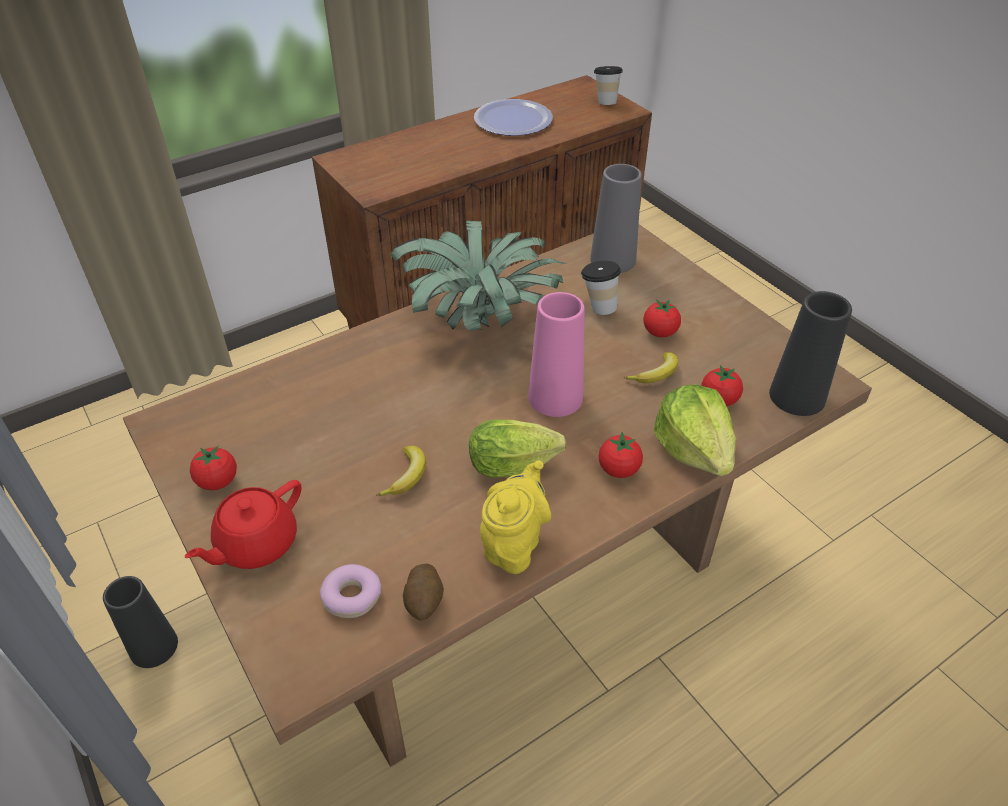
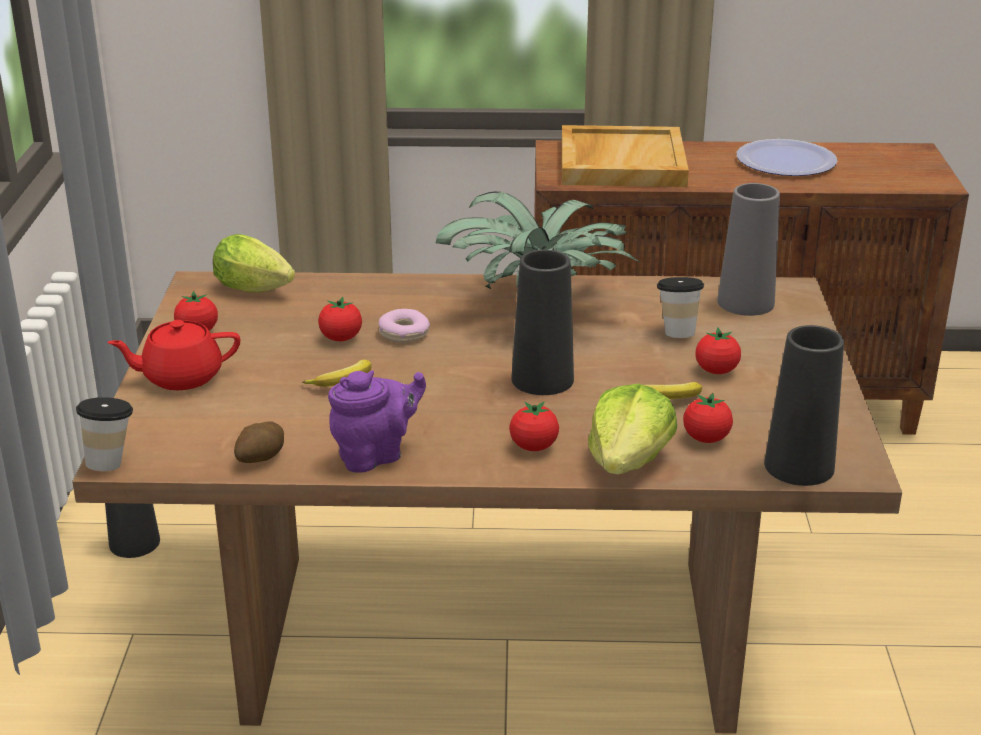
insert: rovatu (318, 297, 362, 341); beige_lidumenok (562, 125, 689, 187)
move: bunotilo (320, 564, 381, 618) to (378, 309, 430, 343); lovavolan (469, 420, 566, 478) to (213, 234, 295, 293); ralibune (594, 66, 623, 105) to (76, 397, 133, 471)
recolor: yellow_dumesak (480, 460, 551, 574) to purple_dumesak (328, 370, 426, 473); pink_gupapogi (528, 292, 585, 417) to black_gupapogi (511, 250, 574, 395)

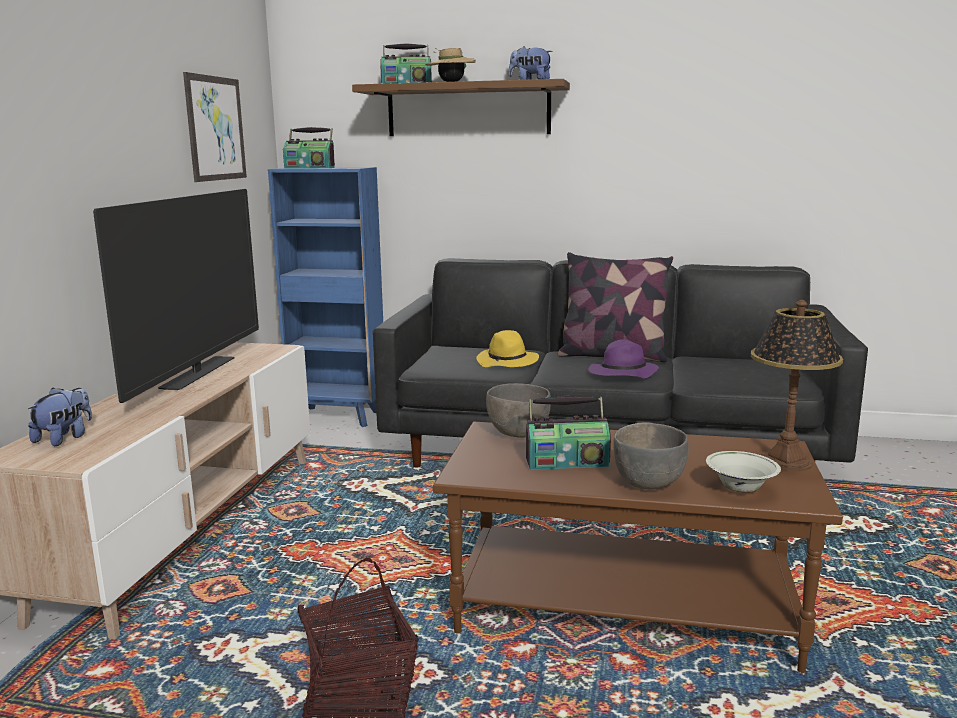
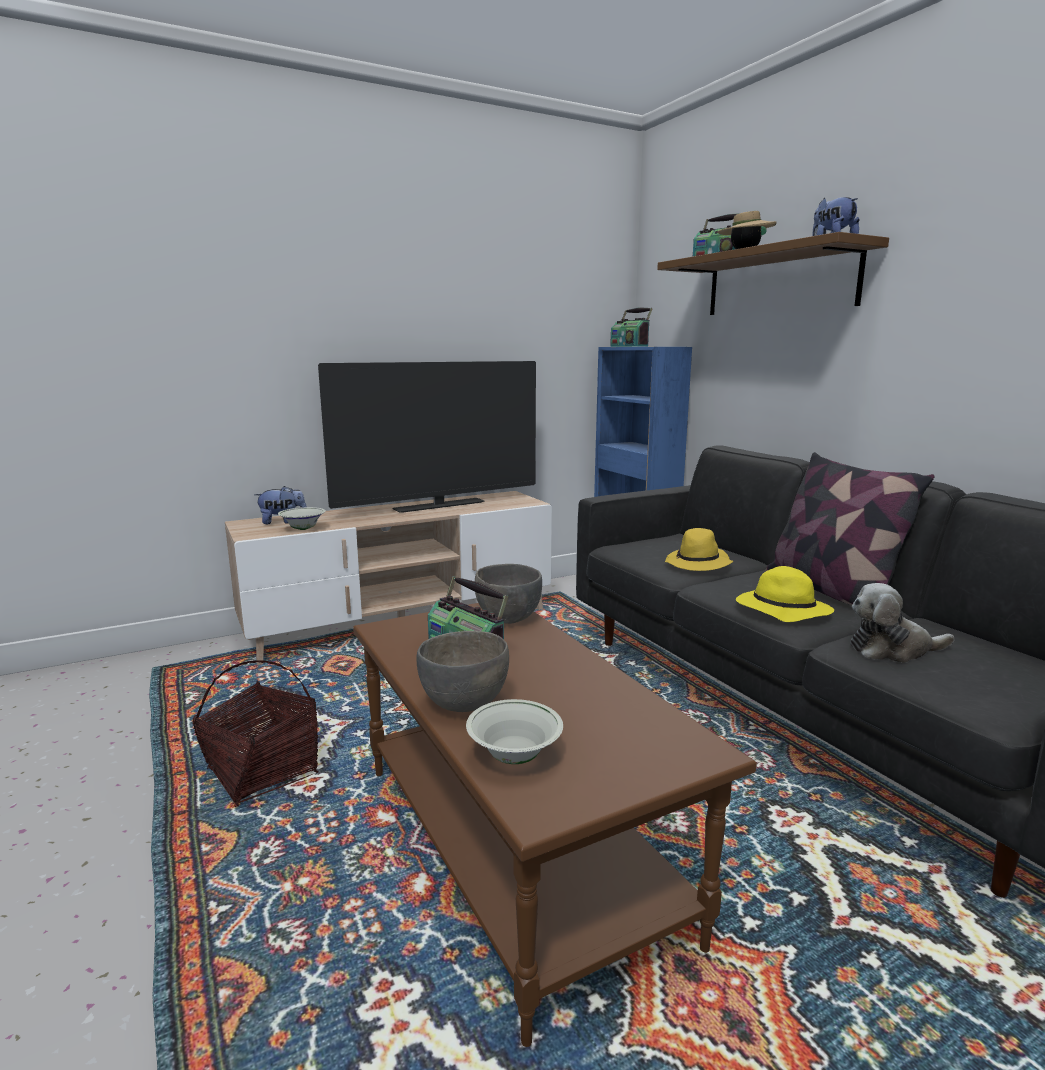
delete: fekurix (183, 72, 247, 182); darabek (751, 300, 843, 472)
insert: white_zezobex (278, 507, 326, 530); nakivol (850, 583, 954, 663)
recolor: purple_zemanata (588, 340, 659, 379) to yellow_zemanata (736, 566, 834, 622)

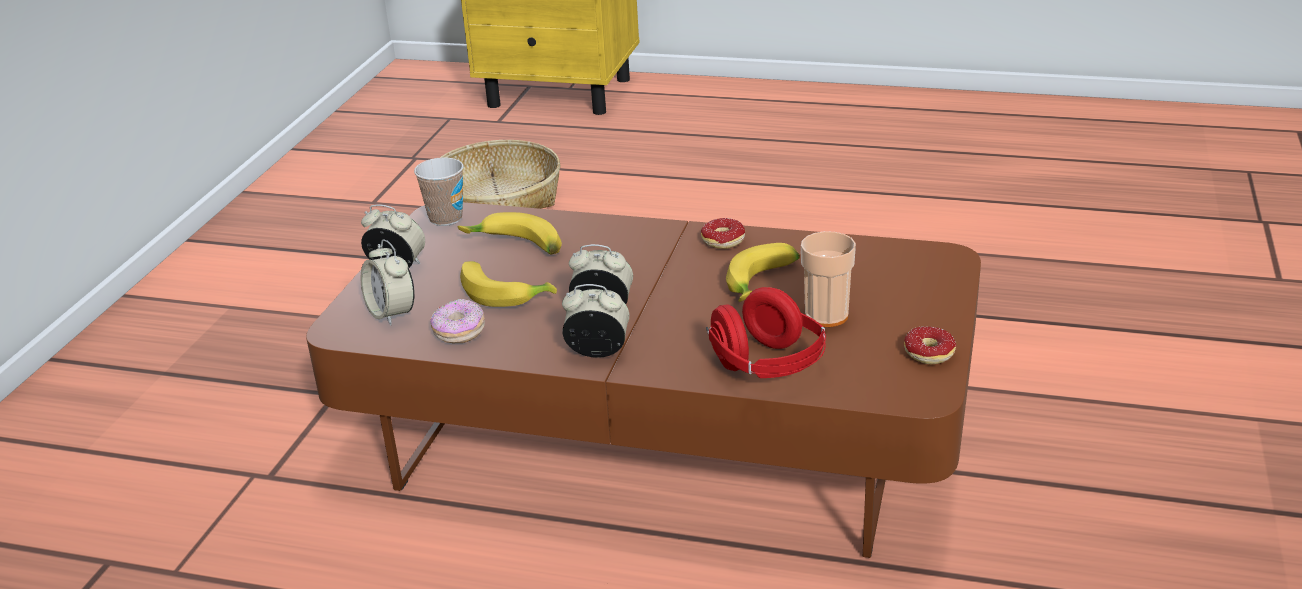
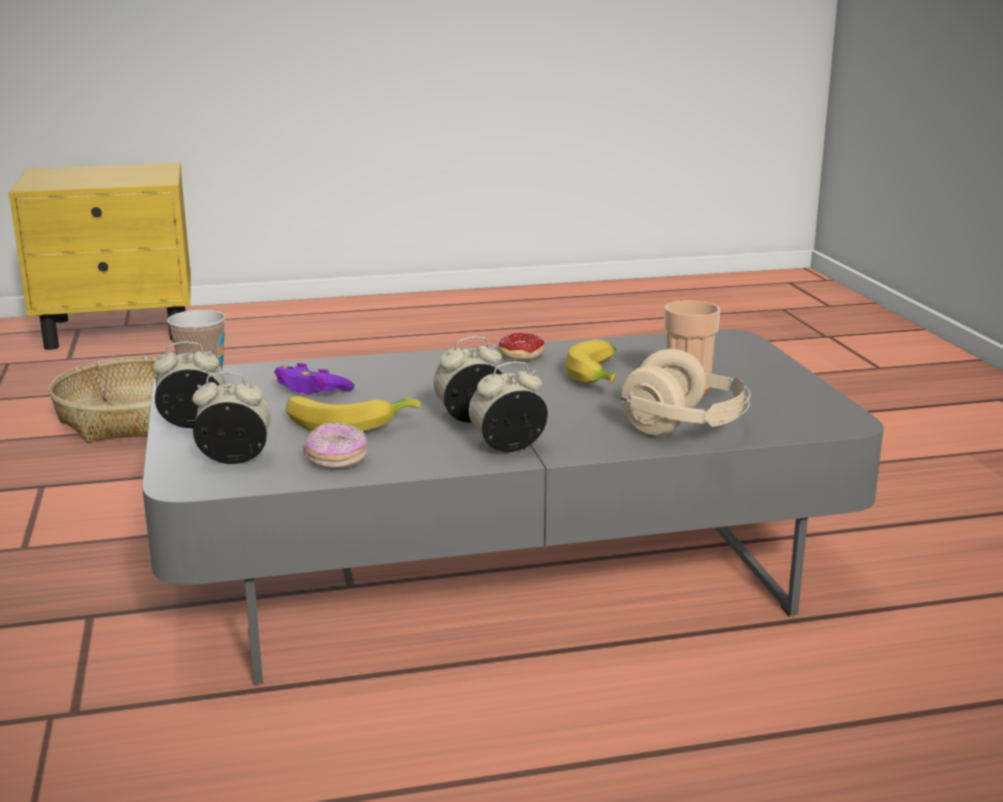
delete: bunotilo (904, 326, 956, 364)
replace: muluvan (458, 212, 562, 255) to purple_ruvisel (274, 363, 355, 394)
recolor: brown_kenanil (306, 202, 981, 558) to grey_kenanil (142, 329, 884, 684); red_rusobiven (706, 287, 826, 378) to beige_rusobiven (621, 349, 750, 436)
rotate: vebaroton (361, 239, 415, 325) = (192, 372, 271, 464) 150 degrees clockwise

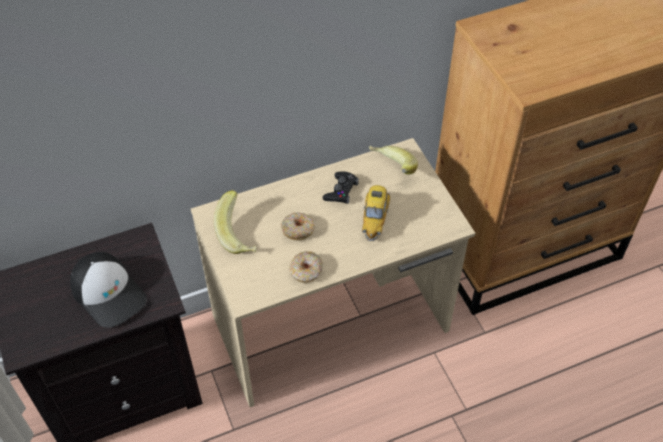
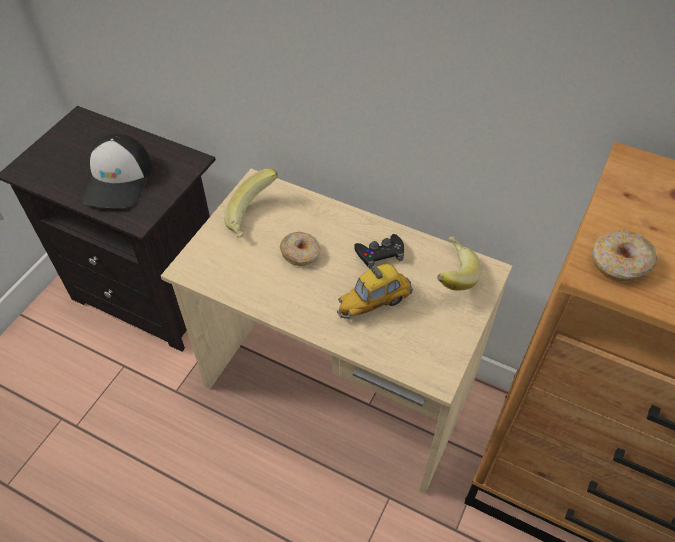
move: bunotilo (289, 251, 323, 283) to (592, 230, 657, 281)

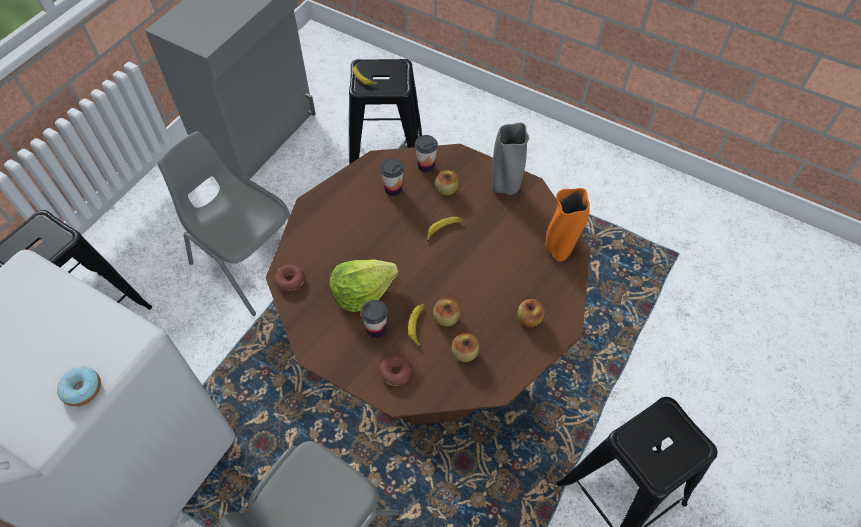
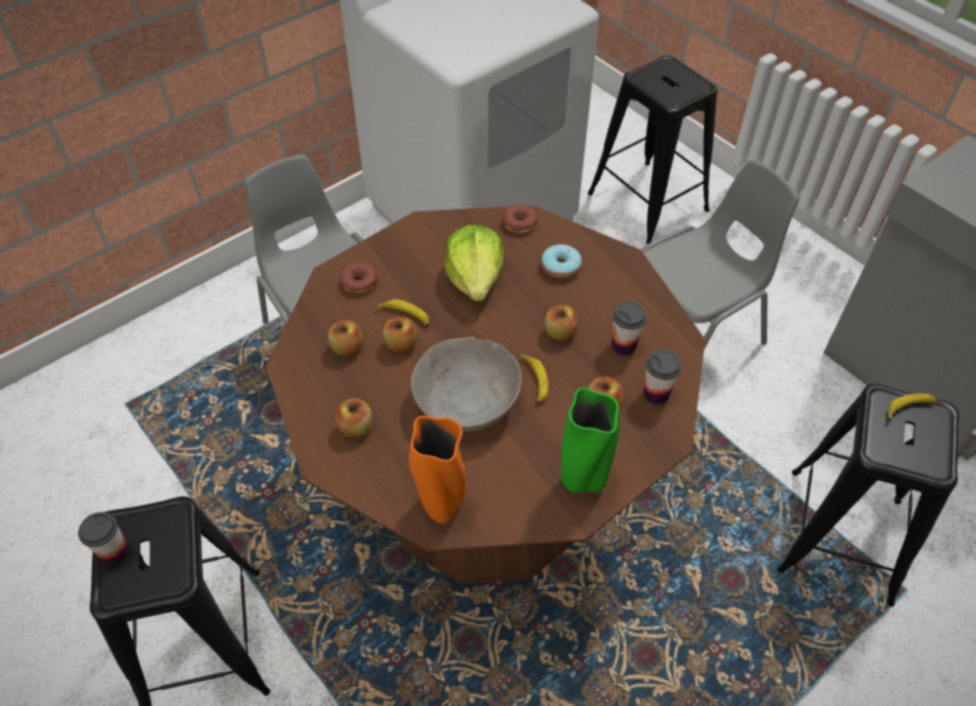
insert: grey_zezobex (411, 337, 522, 432); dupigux (545, 305, 579, 341)
move: bunotilo (57, 367, 101, 406) to (541, 244, 582, 279); ralibune (361, 300, 388, 338) to (78, 512, 129, 565)
recolor: grey_gupapogi (492, 123, 529, 195) to green_gupapogi (561, 388, 620, 493)

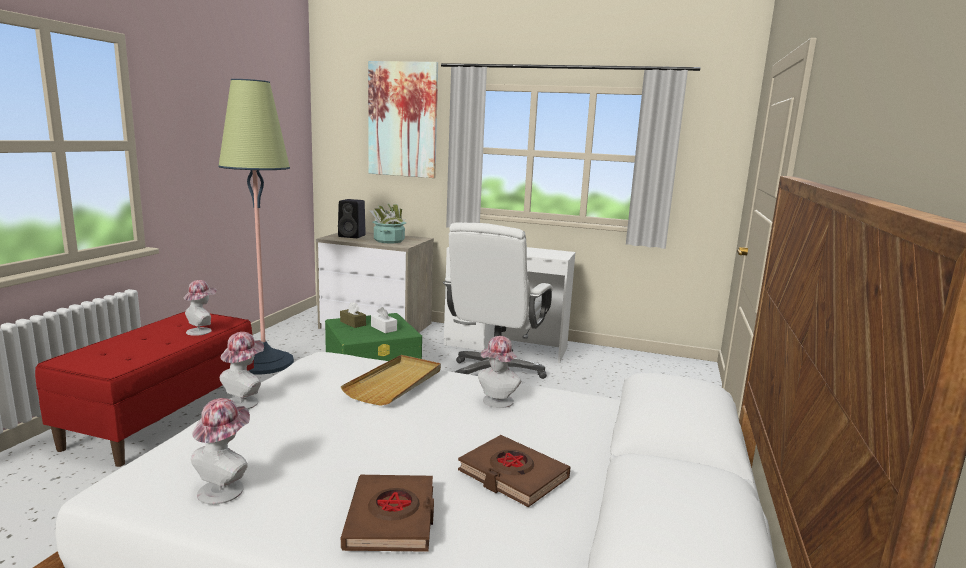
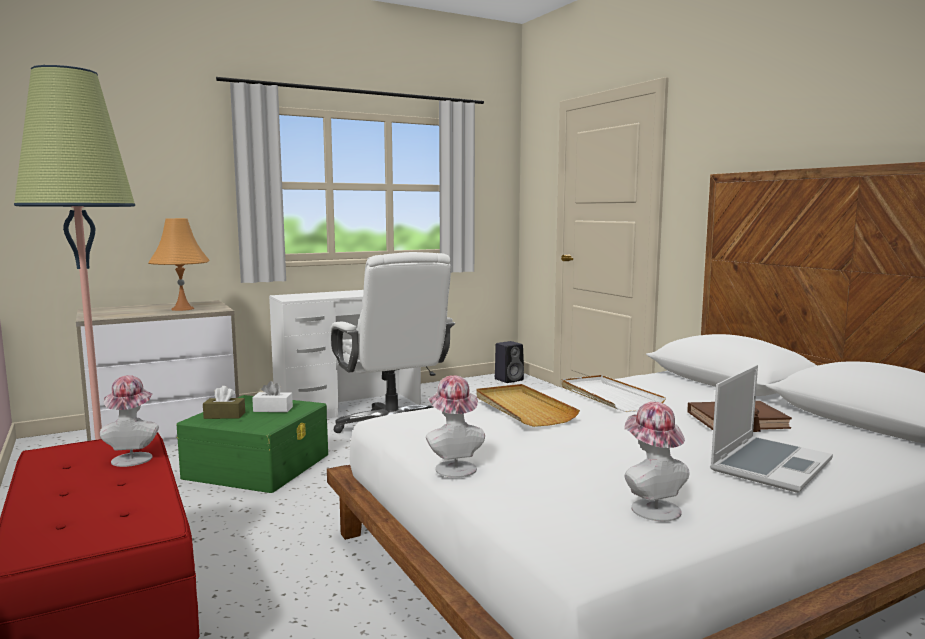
delete: fekurix (368, 61, 438, 178)
move: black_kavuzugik (338, 199, 366, 238) to (495, 341, 524, 383)
replace: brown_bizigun (341, 475, 434, 552) to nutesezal (710, 365, 833, 493); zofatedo (369, 203, 406, 243) to orange_darabek (148, 218, 209, 311); zemanata (478, 336, 521, 408) to white_lidumenok (561, 375, 666, 412)

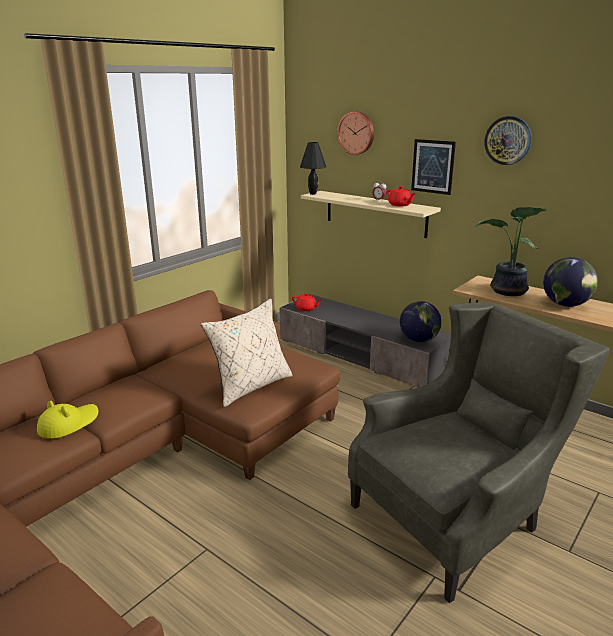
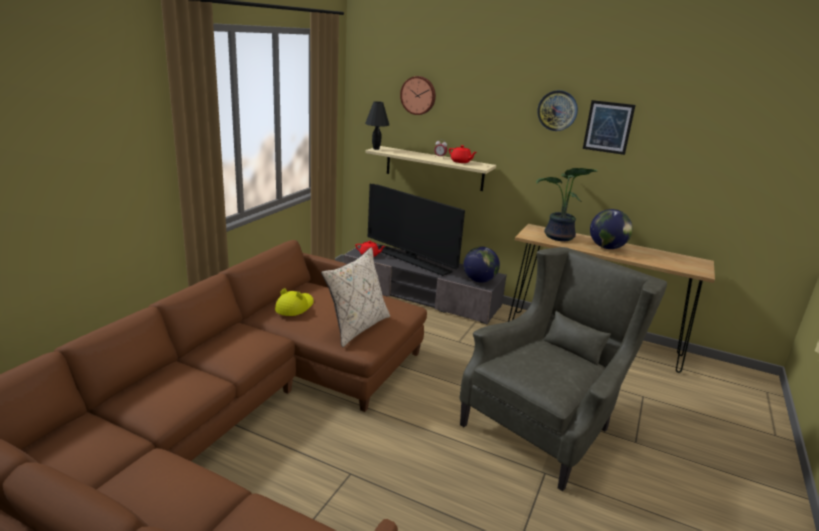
insert: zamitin (368, 184, 465, 276)
move: yellow_zemanata (37, 400, 98, 439) to (275, 288, 314, 316); fekurix (411, 139, 456, 195) to (583, 100, 636, 155)

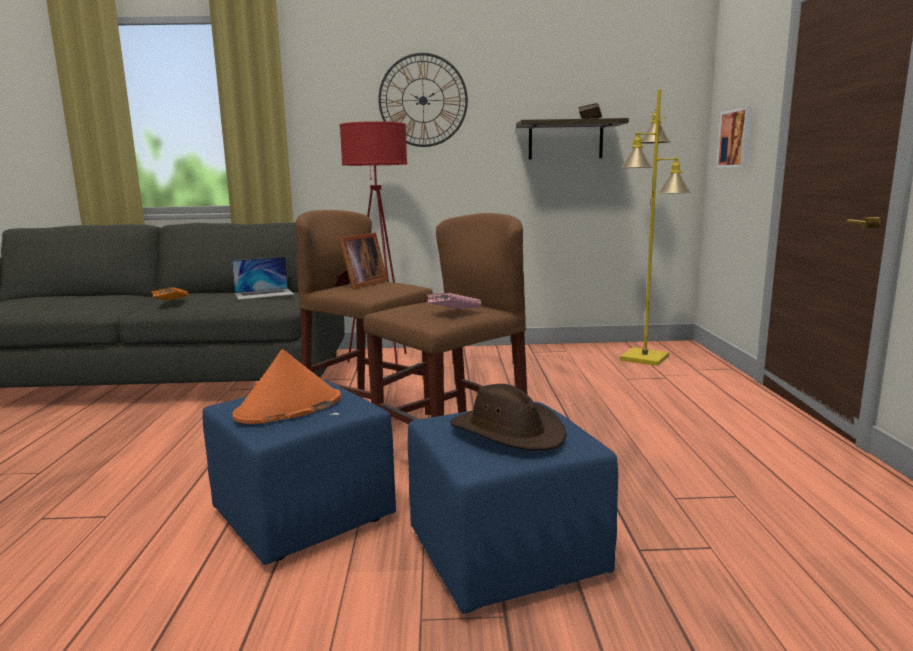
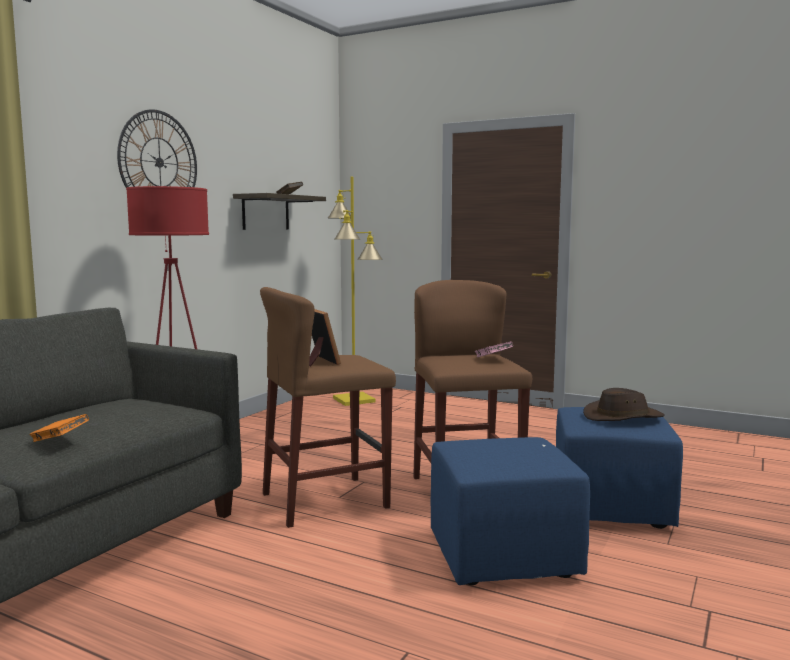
delete: nutesezal (231, 257, 295, 300); orange_zemanata (233, 349, 341, 424); fekurix (716, 107, 754, 168)

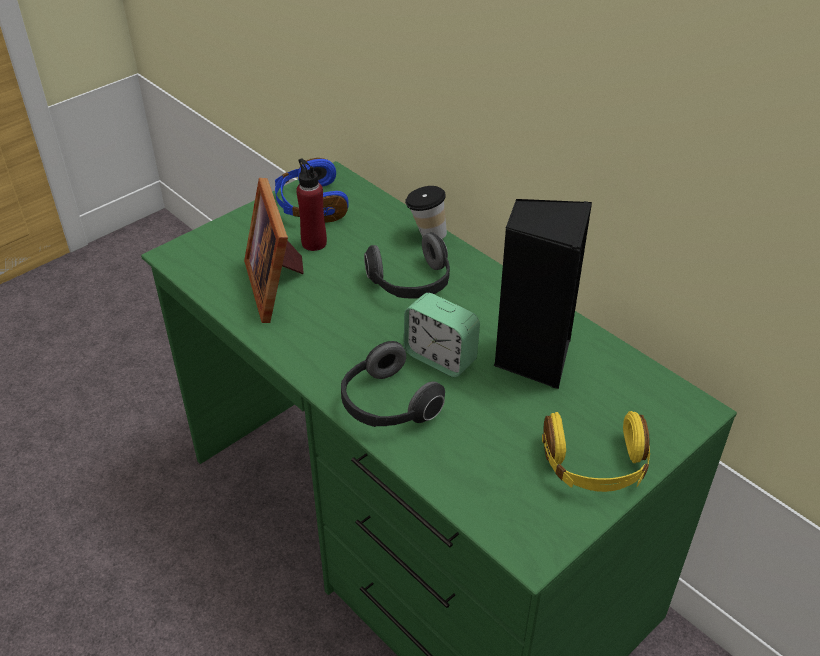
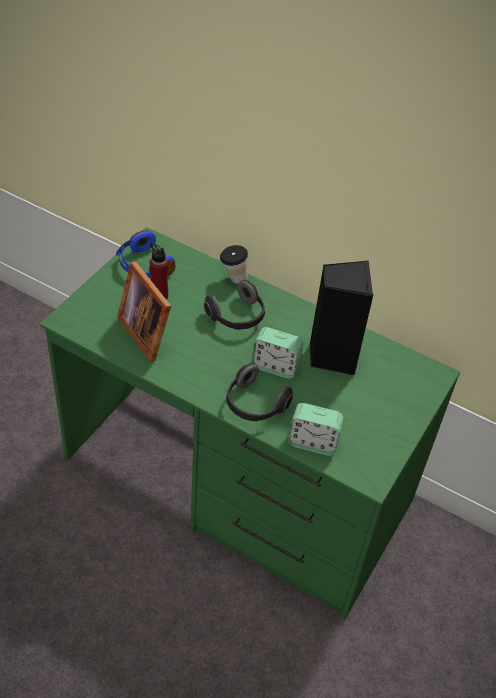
delete: yellow_rusobiven (542, 411, 650, 492)
insert: vebaroton (288, 403, 344, 456)

